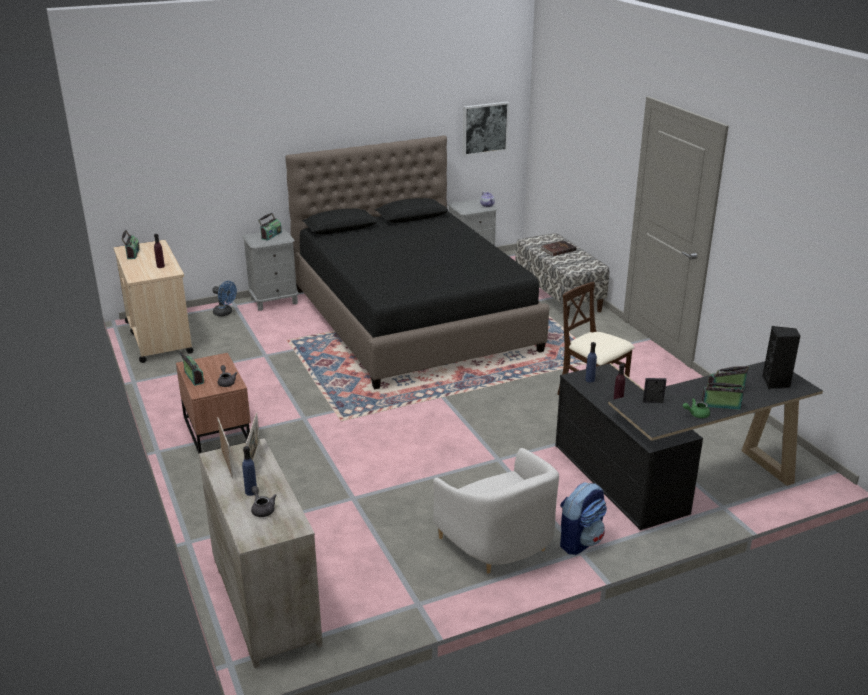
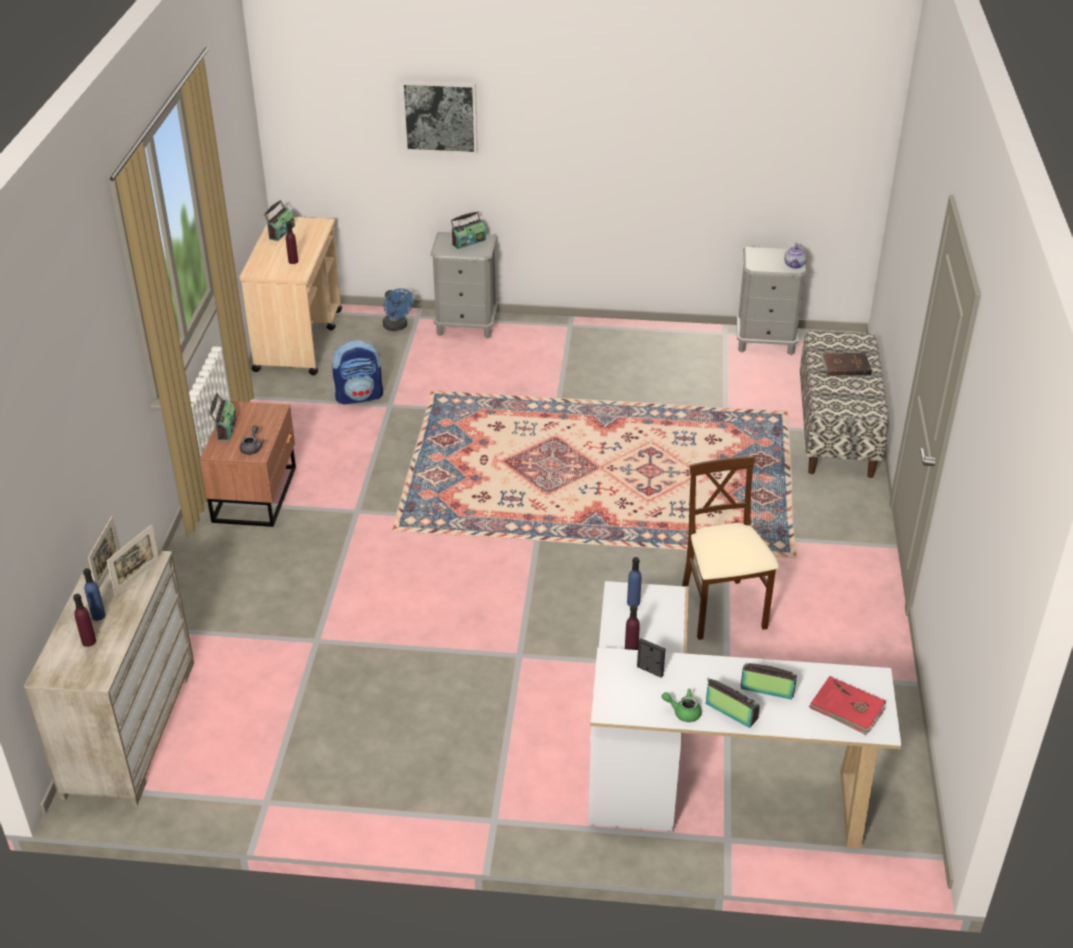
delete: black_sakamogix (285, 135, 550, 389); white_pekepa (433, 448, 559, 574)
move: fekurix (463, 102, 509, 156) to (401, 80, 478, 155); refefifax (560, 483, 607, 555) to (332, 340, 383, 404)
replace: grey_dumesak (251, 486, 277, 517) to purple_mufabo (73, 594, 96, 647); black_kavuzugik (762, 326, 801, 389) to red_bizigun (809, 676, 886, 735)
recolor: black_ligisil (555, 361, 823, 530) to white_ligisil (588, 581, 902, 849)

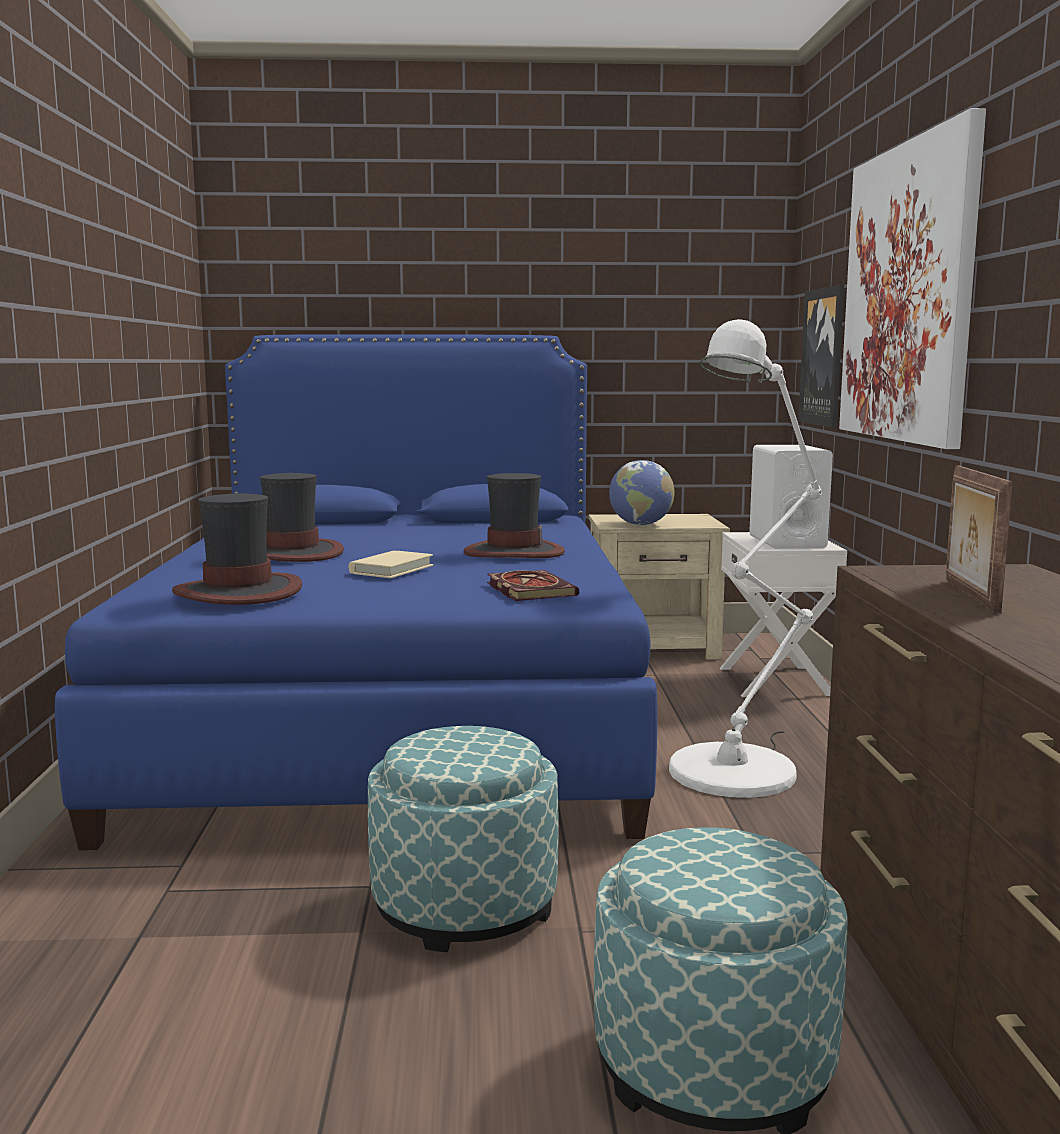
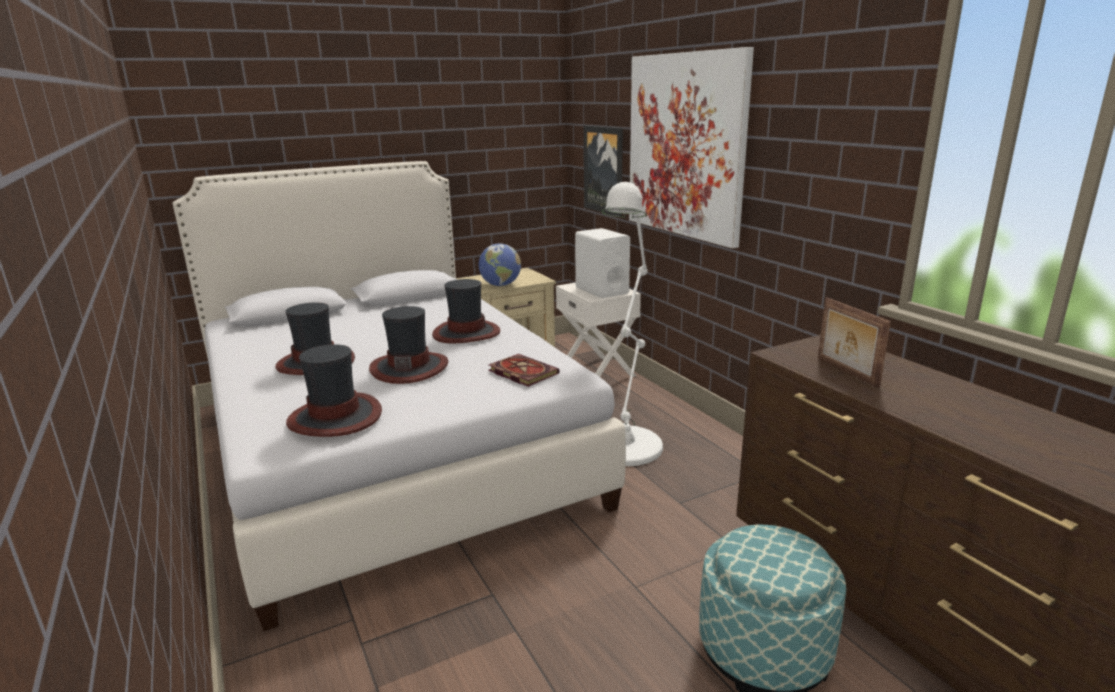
delete: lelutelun (368, 726, 559, 952)
replace: beige_bizigun (349, 551, 433, 578) to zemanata (369, 306, 448, 384)
recolor: blue_sakamogix (55, 334, 657, 850) to white_sakamogix (173, 161, 626, 631)

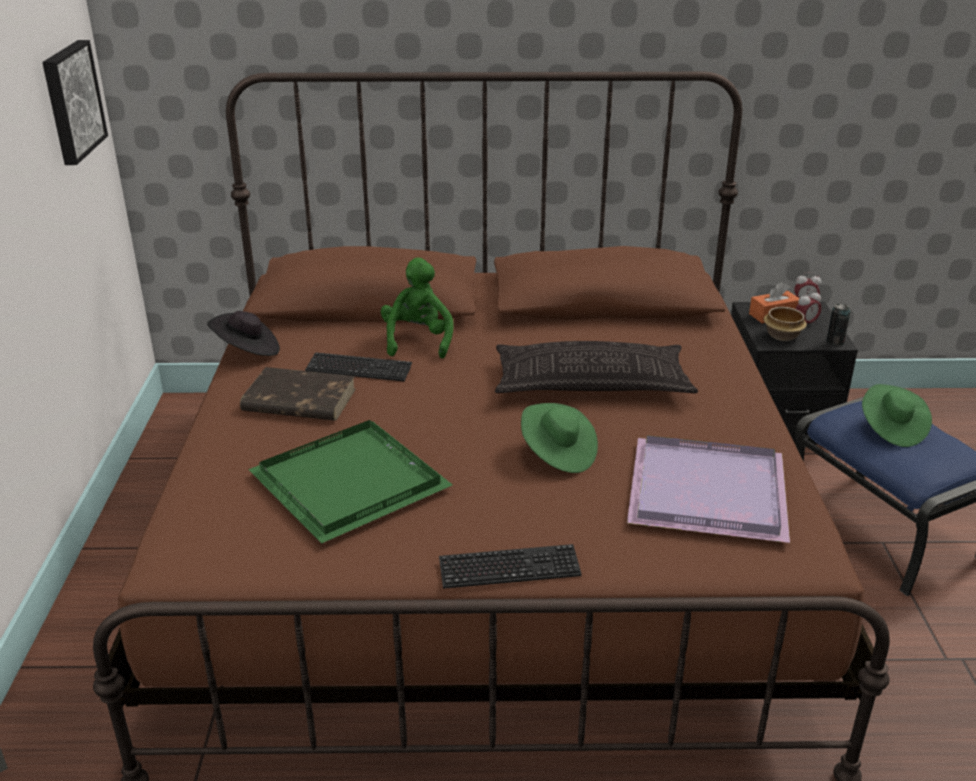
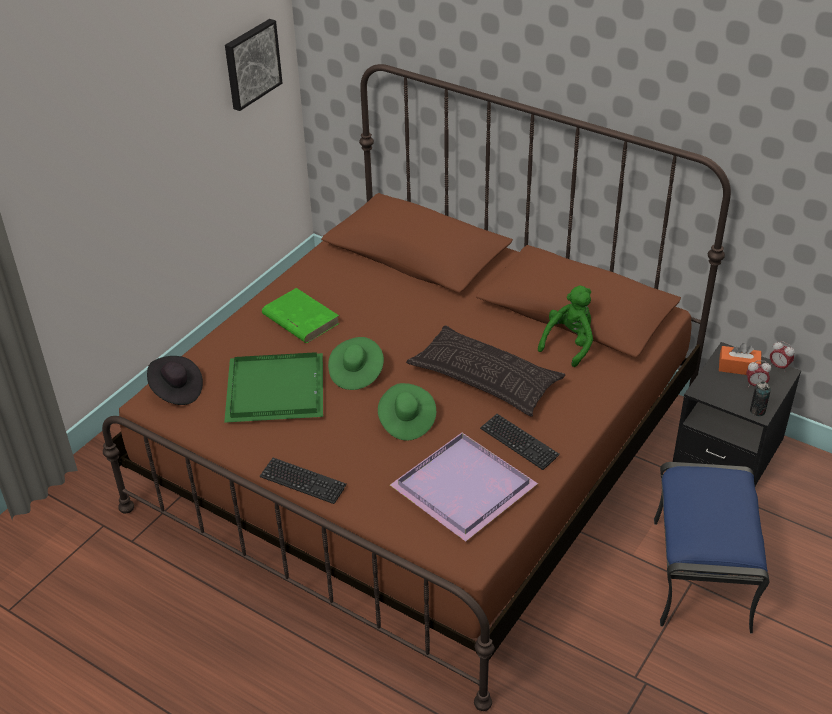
delete: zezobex (764, 307, 807, 341)
move: black_zemanata (207, 311, 280, 356) to (147, 356, 203, 405); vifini (305, 352, 412, 382) to (480, 414, 560, 470); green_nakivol (381, 258, 453, 358) to (538, 286, 593, 367); green_zemanata (862, 384, 932, 447) to (328, 337, 384, 390)
recolor: brown_bizigun (240, 367, 356, 421) to green_bizigun (262, 288, 340, 343)

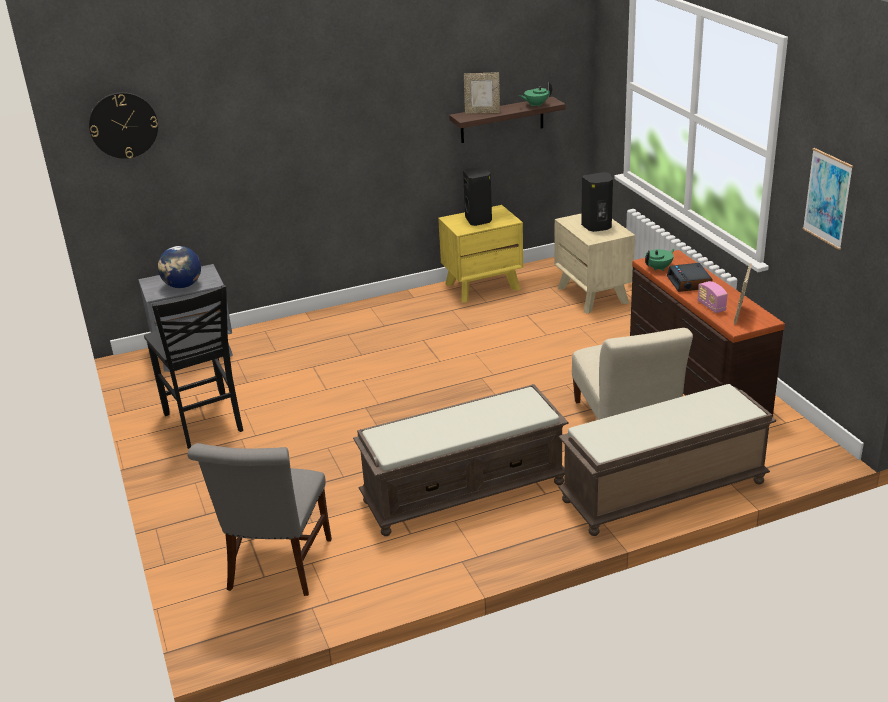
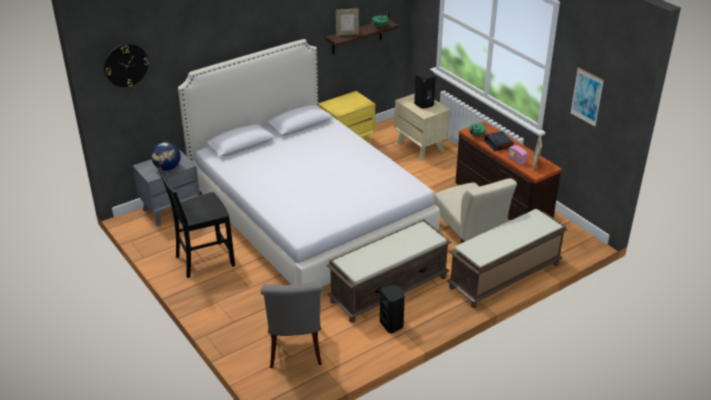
insert: white_sakamogix (178, 39, 440, 286)
move: black_kavuzugik (463, 167, 492, 226) to (380, 285, 405, 333)
rotate: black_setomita (144, 285, 243, 449) = (159, 168, 235, 278) 105 degrees clockwise

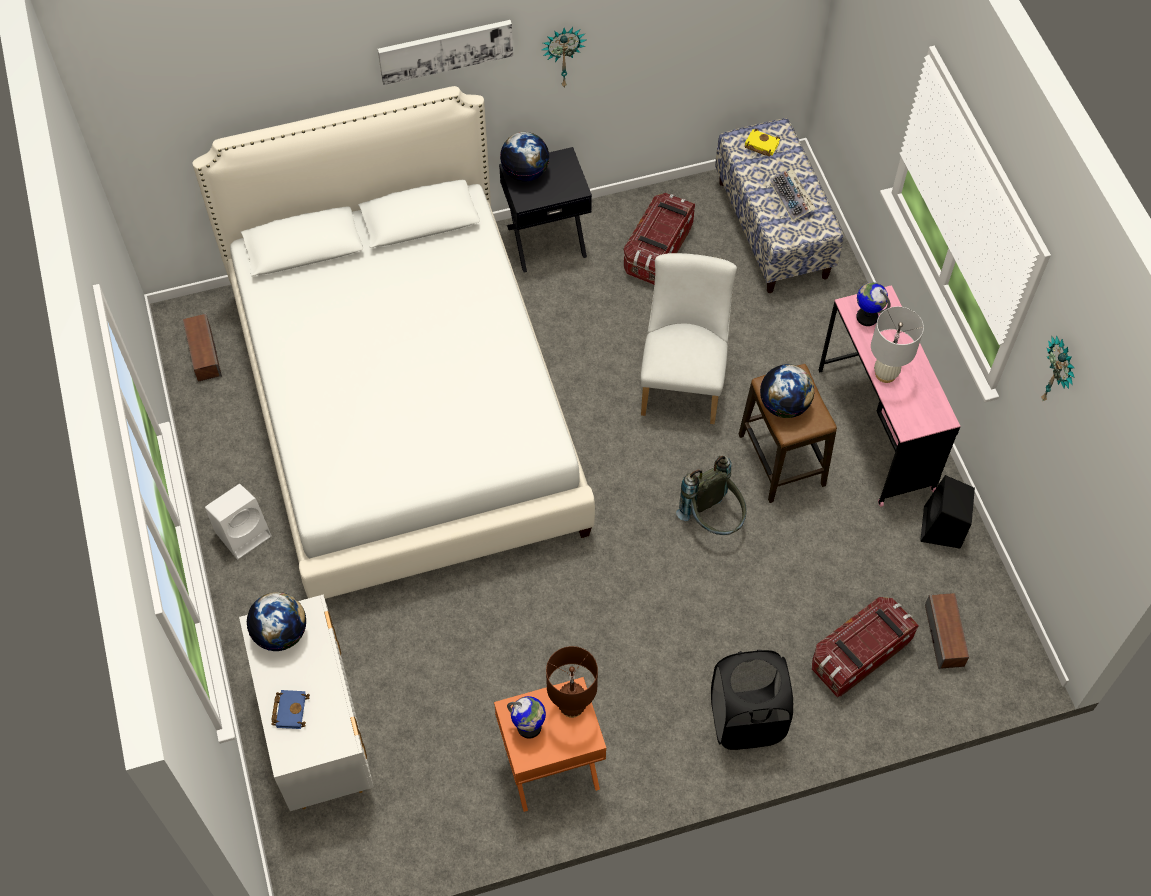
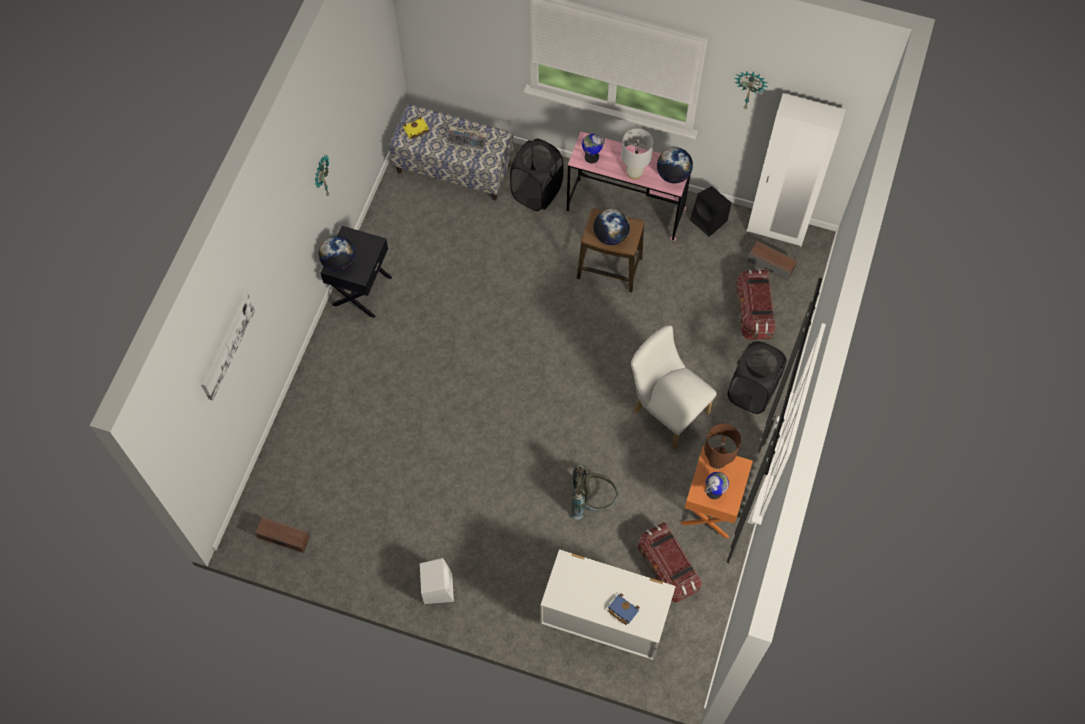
delete: white_sakamogix (192, 86, 595, 599)
insert: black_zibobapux (510, 139, 564, 211); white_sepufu (747, 93, 846, 247)
move: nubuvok (247, 592, 306, 651) to (657, 147, 693, 183); fekurix (378, 20, 513, 85) to (201, 293, 255, 401); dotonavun (624, 193, 695, 284) to (638, 522, 702, 603); white_setomita (640, 253, 737, 424) to (631, 325, 717, 449); grey_refefifax (676, 455, 747, 535) to (572, 464, 618, 520)

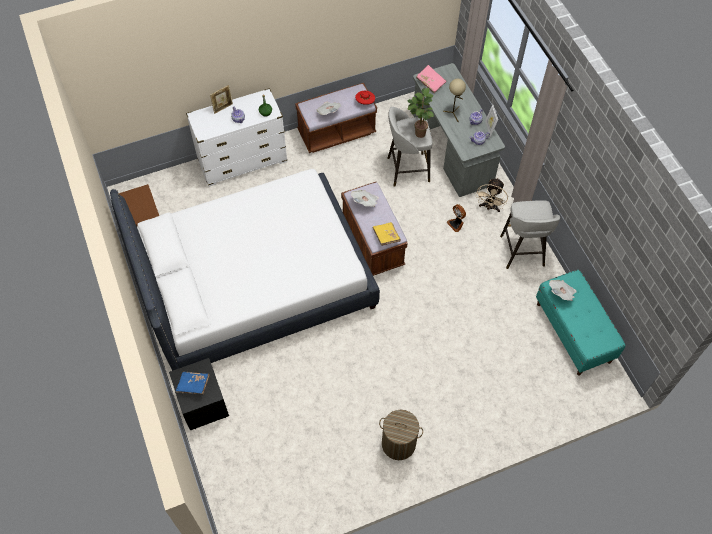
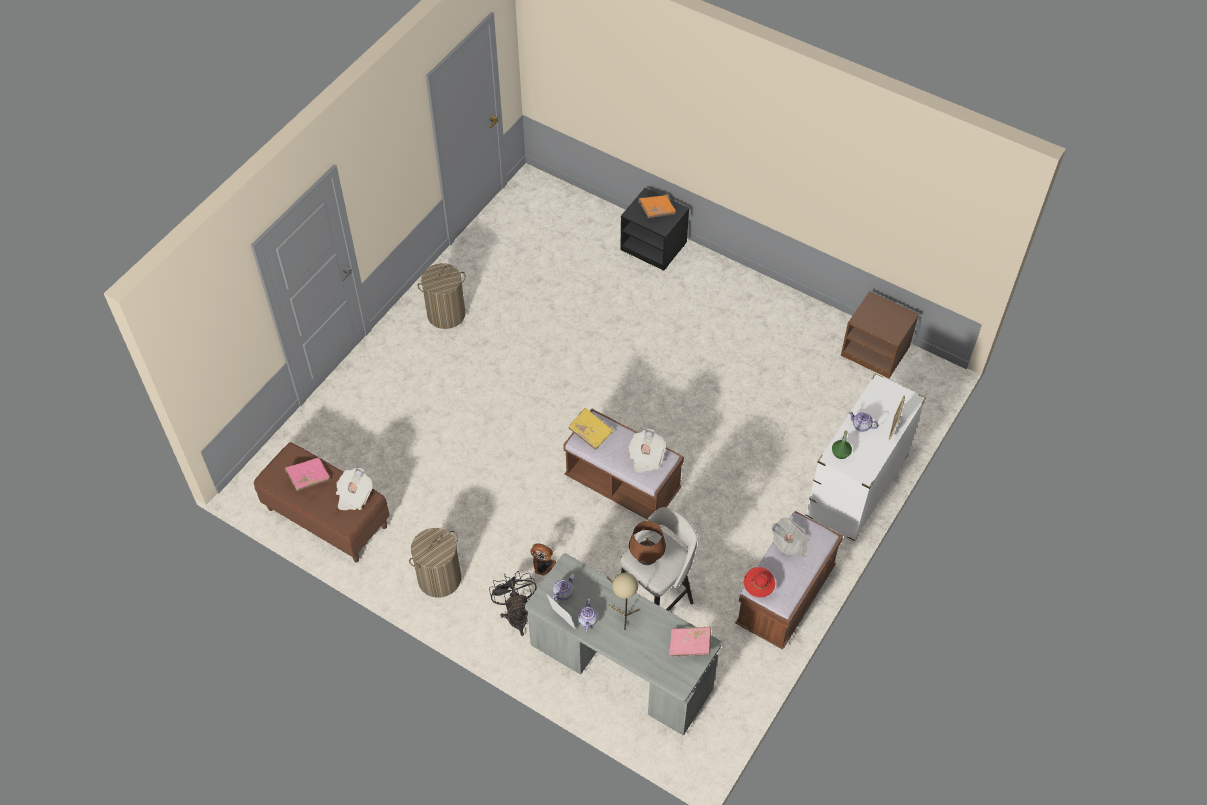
delete: white_sakamogix (110, 169, 380, 371)
insert: pink_bizigun (285, 457, 329, 491)
replace: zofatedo (407, 88, 434, 138) to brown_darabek (629, 521, 666, 565); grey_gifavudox (500, 200, 560, 269) to zibobapux (409, 528, 461, 598)
recolor: blue_bizigun (176, 372, 210, 394) to orange_bizigun (638, 195, 676, 218); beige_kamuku (476, 178, 508, 212) to black_kamuku (489, 571, 537, 636); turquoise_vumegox (536, 270, 625, 376) to brown_vumegox (254, 442, 390, 563)

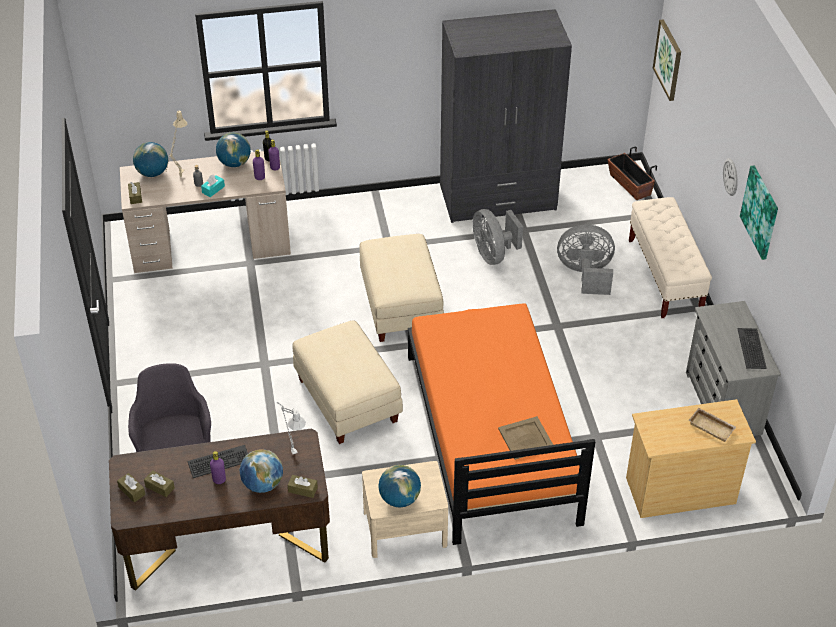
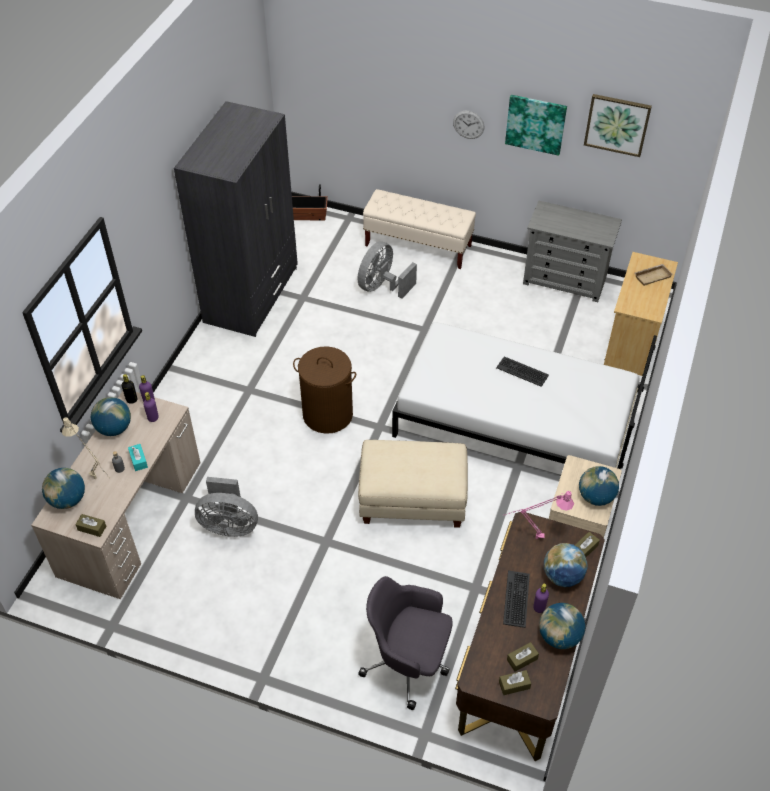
delete: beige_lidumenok (498, 416, 553, 460)
insert: nubuvok (539, 603, 585, 649)
move: grey_kamuku (473, 209, 523, 265) to (195, 477, 258, 537); fekurix (653, 19, 681, 101) to (584, 94, 652, 157); vifini (737, 328, 767, 369) to (496, 356, 549, 387)
replace: beige_lelutelun (359, 234, 444, 342) to brown_zibobapux (293, 346, 356, 434)
recolor: grey_darabek (277, 402, 306, 454) to pink_darabek (503, 491, 574, 539); orange_sakamogix (408, 304, 595, 545) to white_sakamogix (392, 322, 657, 469)

